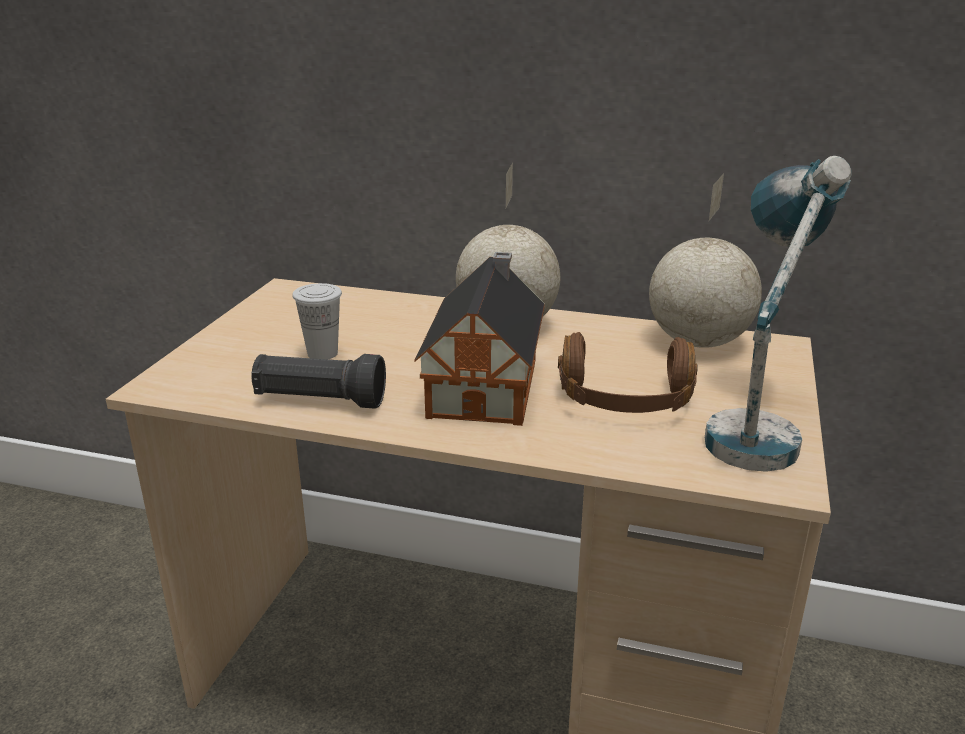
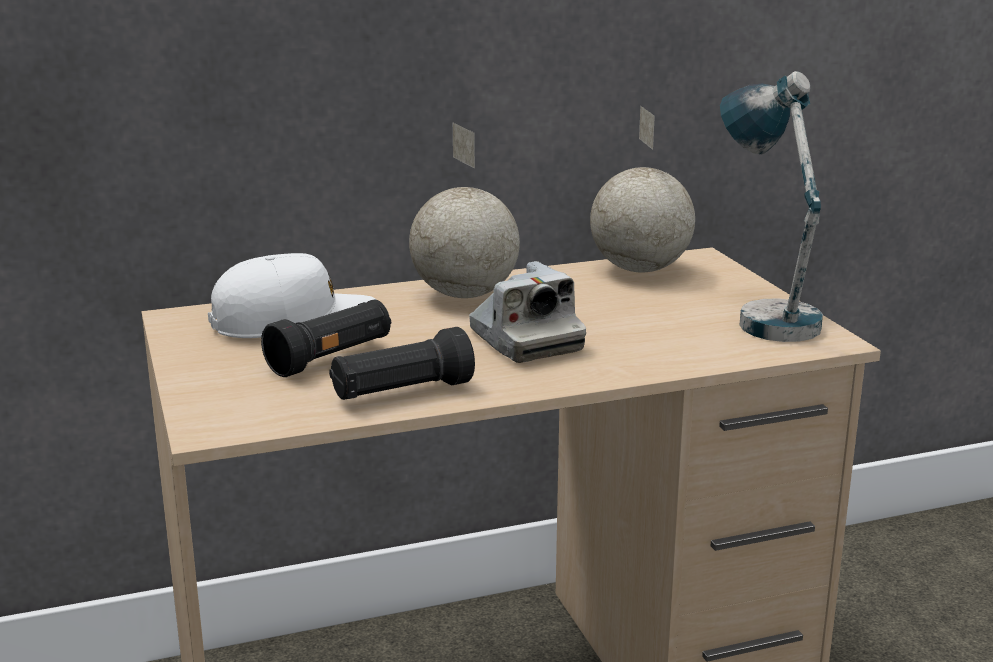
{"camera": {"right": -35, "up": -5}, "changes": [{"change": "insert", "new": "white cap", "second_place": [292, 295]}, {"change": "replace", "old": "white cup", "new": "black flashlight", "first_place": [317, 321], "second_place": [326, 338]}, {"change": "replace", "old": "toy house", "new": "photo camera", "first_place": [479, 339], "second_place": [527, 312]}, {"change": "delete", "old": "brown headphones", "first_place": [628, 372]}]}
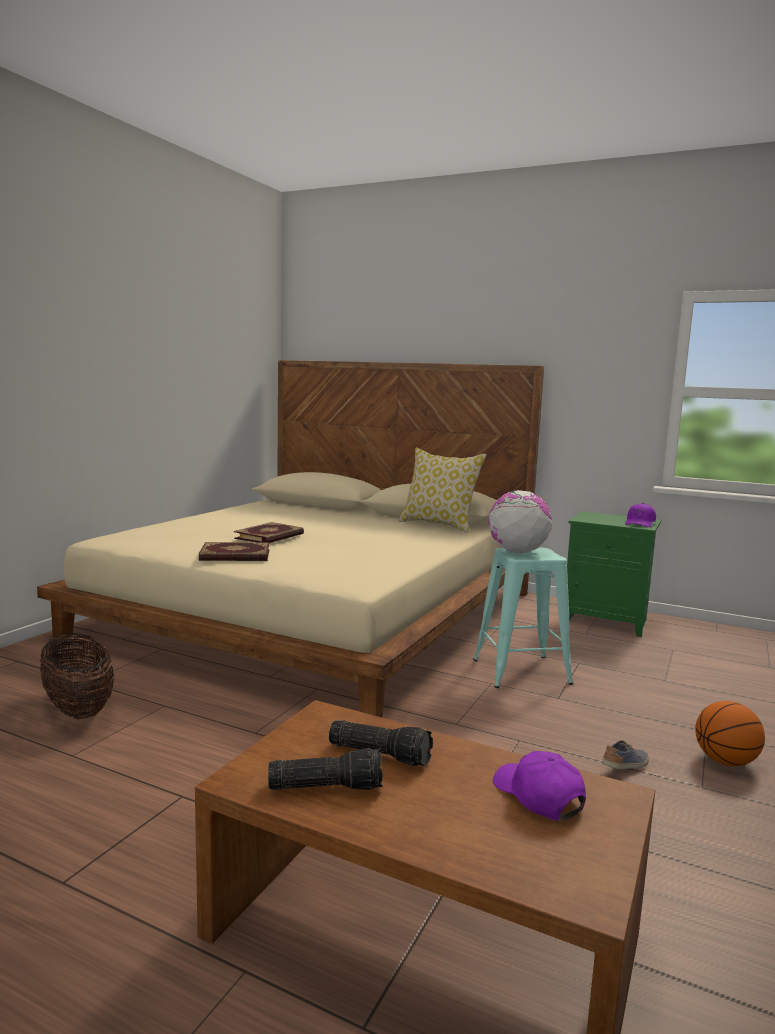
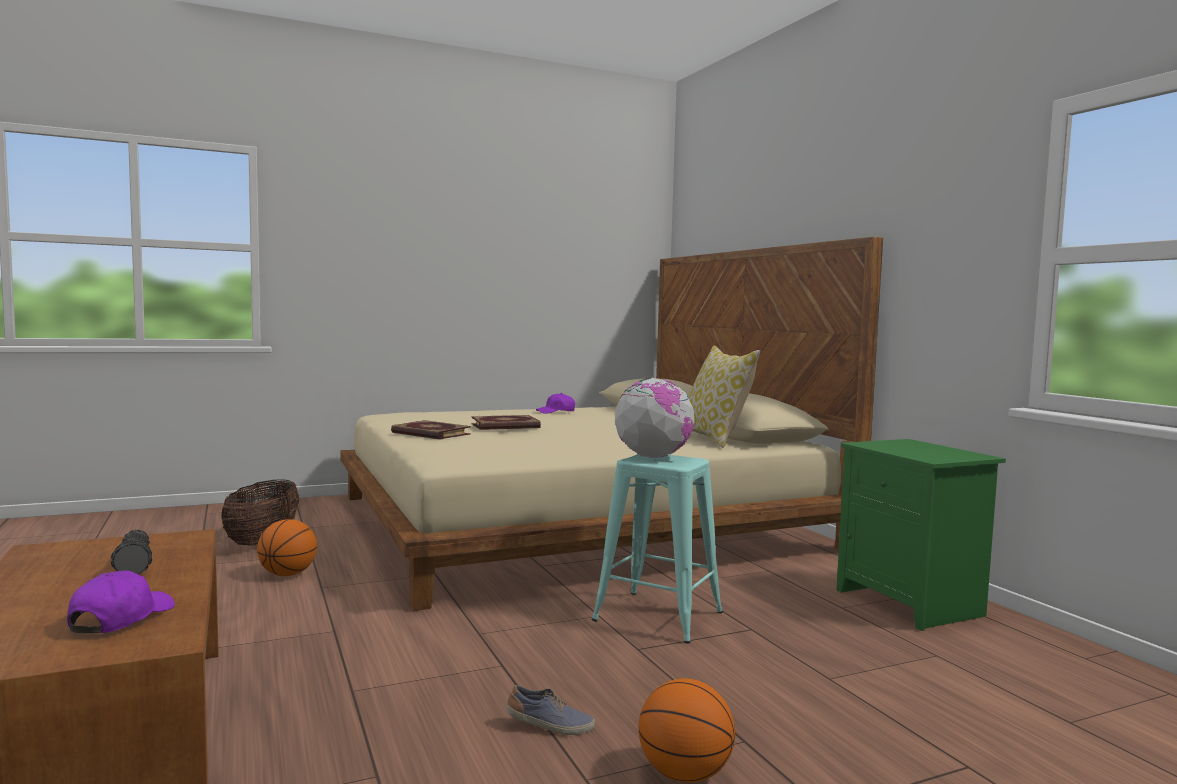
{"camera": {"right": 40, "up": -5}, "changes": [{"change": "insert", "new": "basketball", "second_place": [287, 547]}, {"change": "move", "old": "purple cap", "first_place": [640, 515], "second_place": [555, 403]}, {"change": "delete", "old": "flashlight", "first_place": [325, 769]}]}
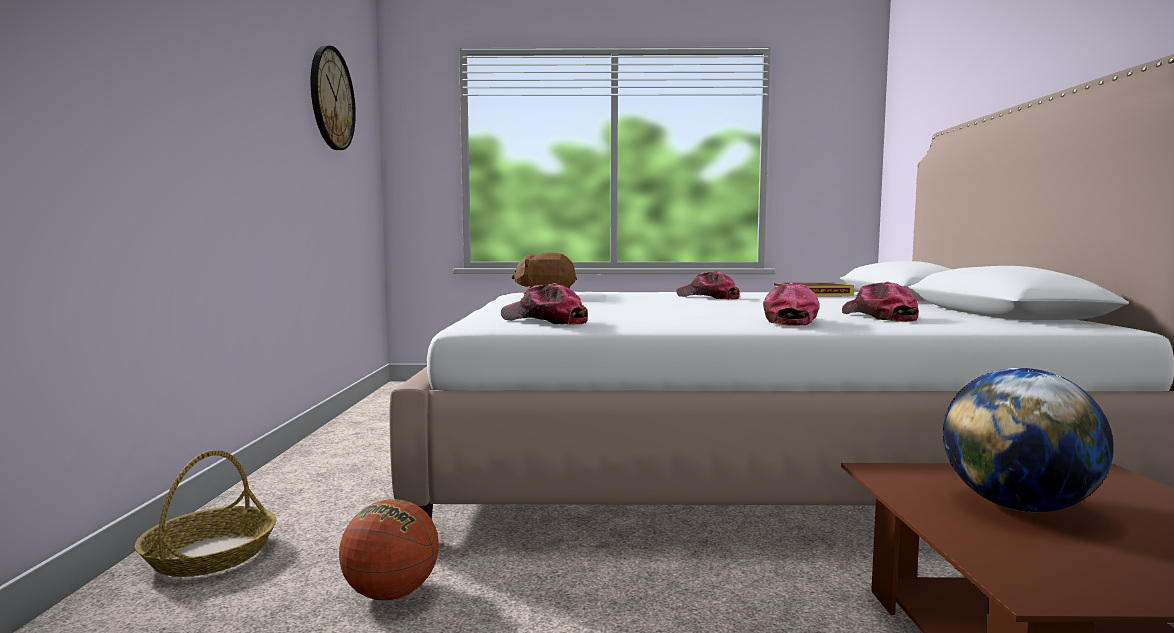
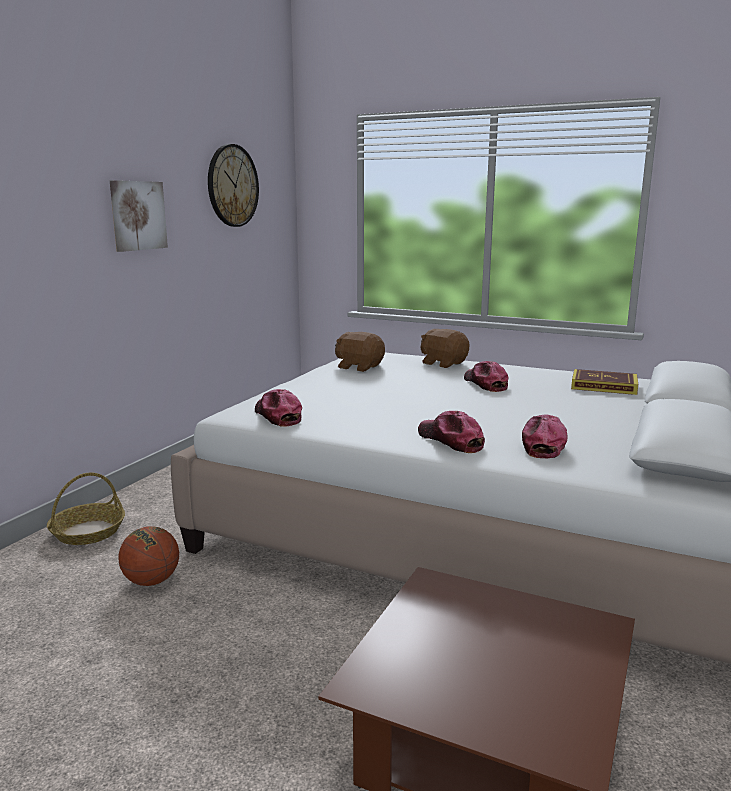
{"camera": {"right": 25, "up": 10}, "changes": [{"change": "insert", "new": "picture", "second_place": [139, 216]}, {"change": "rotate", "old": "cap", "first_place": [791, 304], "second_place": [451, 432], "degrees": -75}, {"change": "insert", "new": "brown plush toy", "second_place": [444, 348]}, {"change": "delete", "old": "globe", "first_place": [1028, 440]}]}
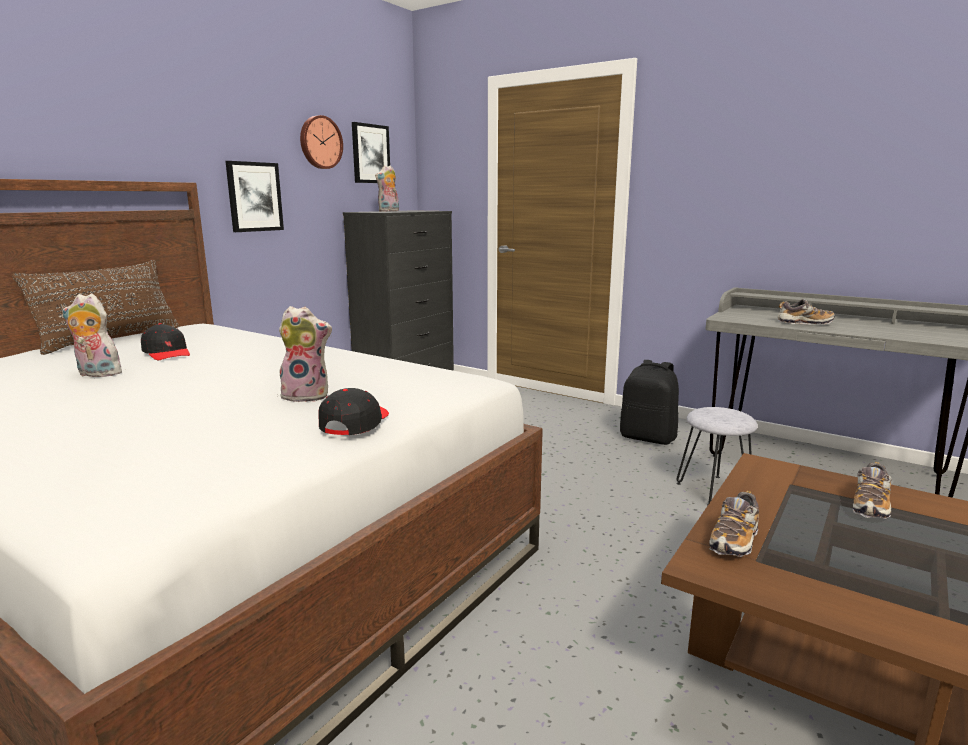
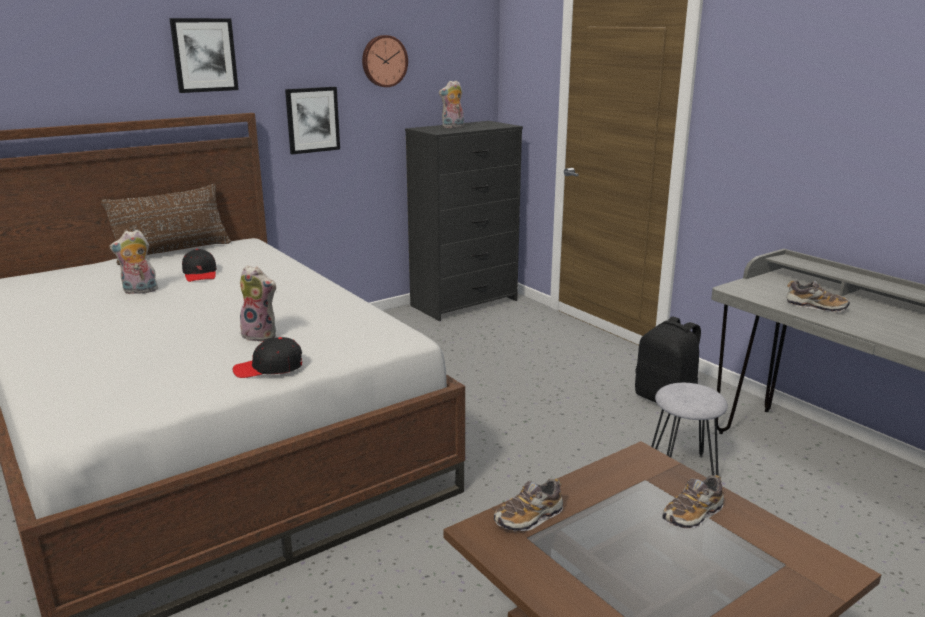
{"camera": {"right": 20, "up": 5}, "changes": [{"change": "rotate", "old": "plush toy", "first_place": [92, 335], "second_place": [134, 262], "degrees": -45}, {"change": "move", "old": "picture", "first_place": [371, 152], "second_place": [204, 55]}, {"change": "rotate", "old": "black cap", "first_place": [353, 411], "second_place": [267, 357], "degrees": -135}]}
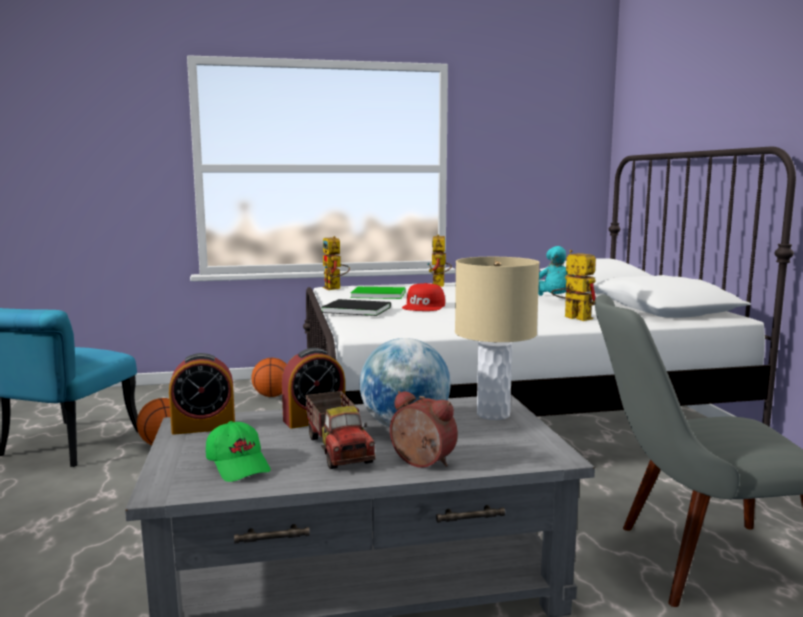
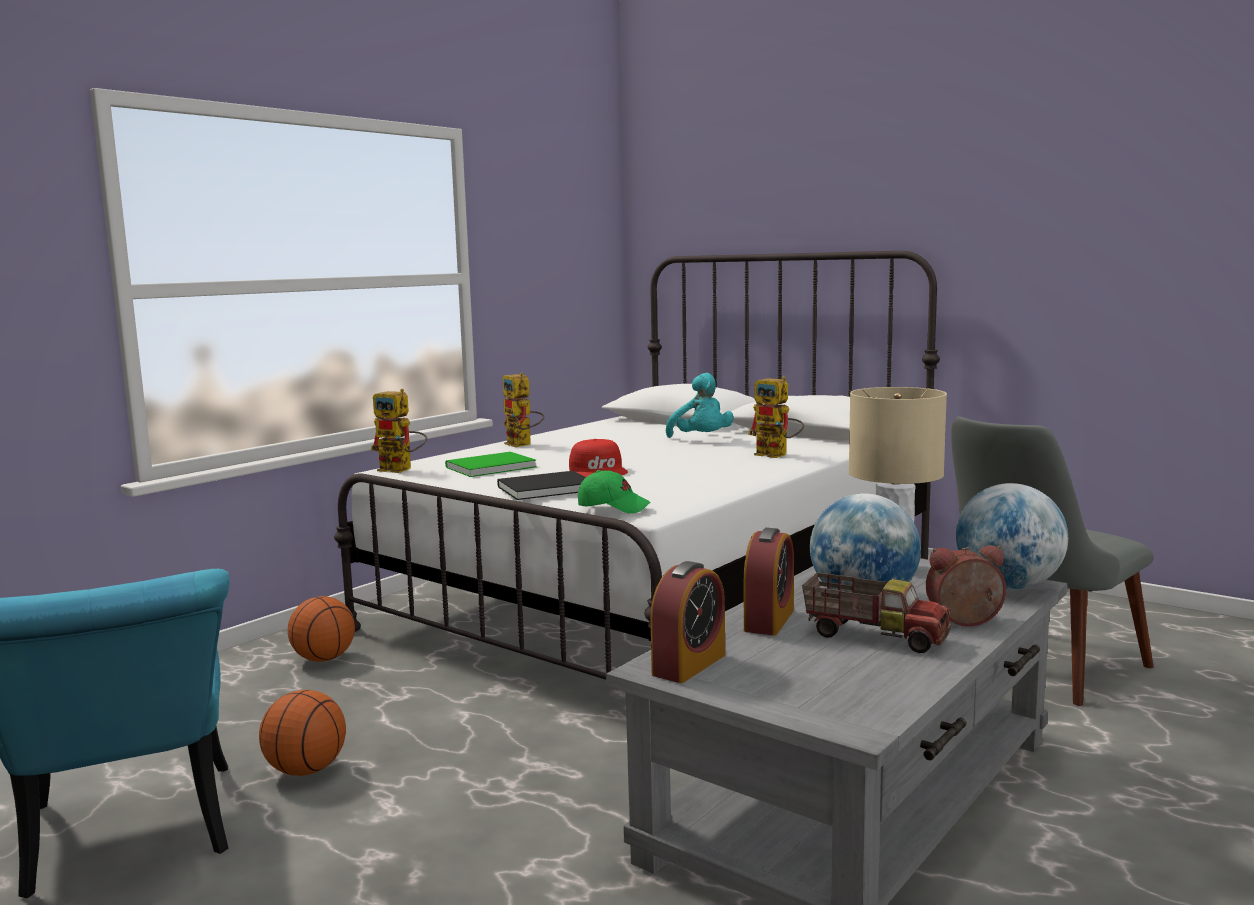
{"camera": {"right": -40, "up": 0}, "changes": [{"change": "move", "old": "green cap", "first_place": [238, 451], "second_place": [614, 492]}, {"change": "rotate", "old": "toy robot", "first_place": [573, 285], "second_place": [776, 417], "degrees": -150}, {"change": "insert", "new": "globe", "second_place": [1012, 536]}]}
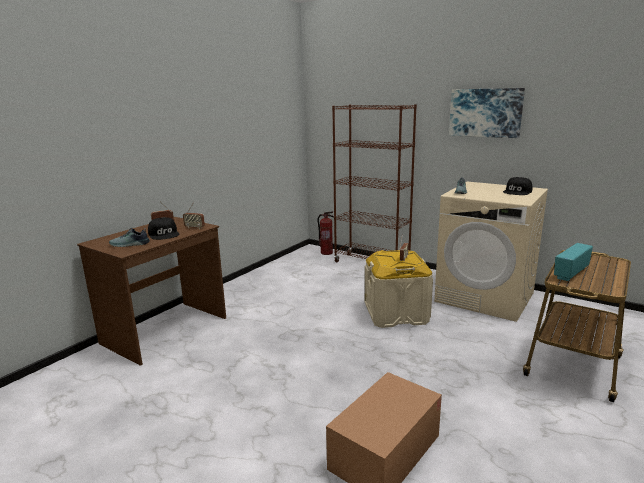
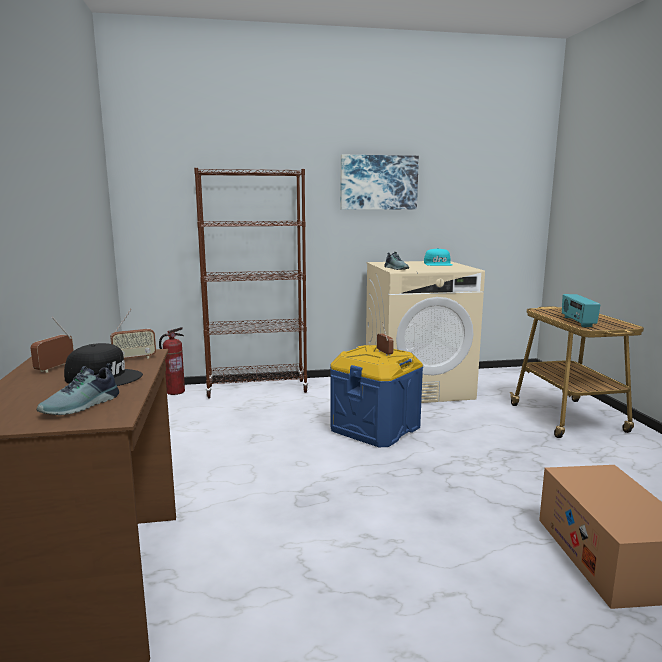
{"camera": {"right": -45, "up": -5}, "changes": [{"change": "recolor", "old": "beige storage box", "new": "blue storage box", "first_place": [399, 289], "second_place": [376, 396]}, {"change": "recolor", "old": "black cap", "new": "turquoise cap", "first_place": [518, 186], "second_place": [438, 257]}]}
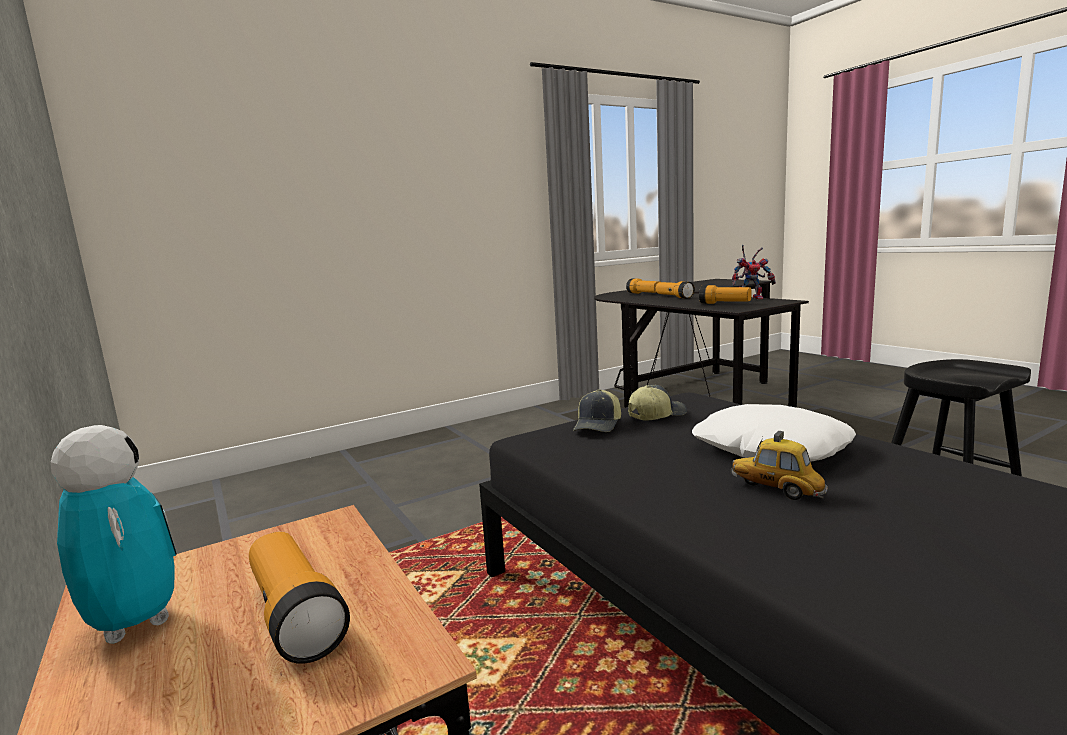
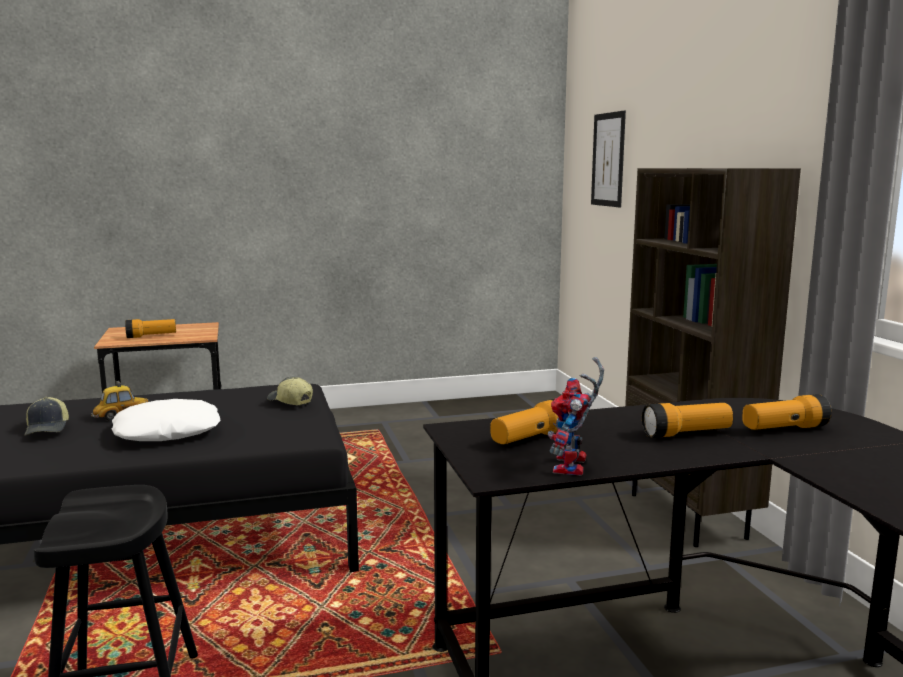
{"camera": {"right": 105, "up": 0}, "changes": [{"change": "move", "old": "cap", "first_place": [657, 403], "second_place": [47, 416]}, {"change": "insert", "new": "picture", "second_place": [608, 159]}, {"change": "insert", "new": "brown bookcase", "second_place": [713, 357]}, {"change": "delete", "old": "toy robot", "first_place": [113, 534]}]}
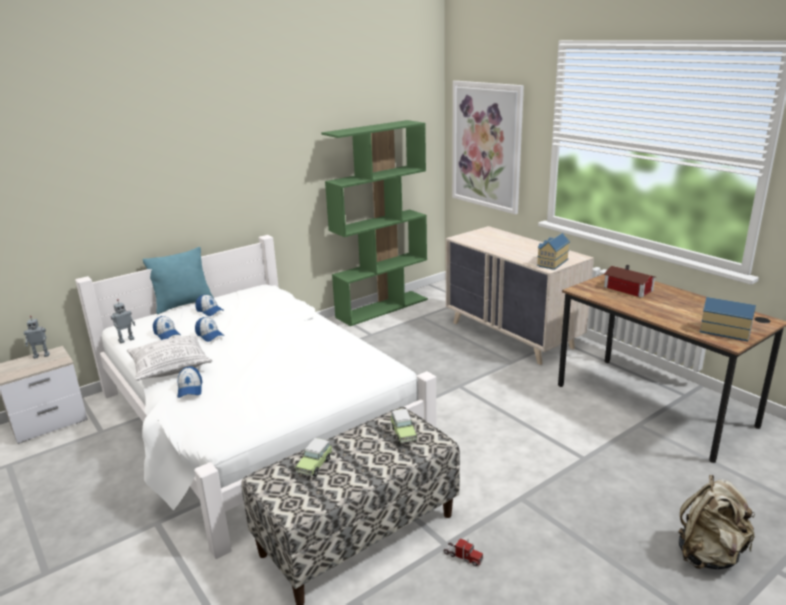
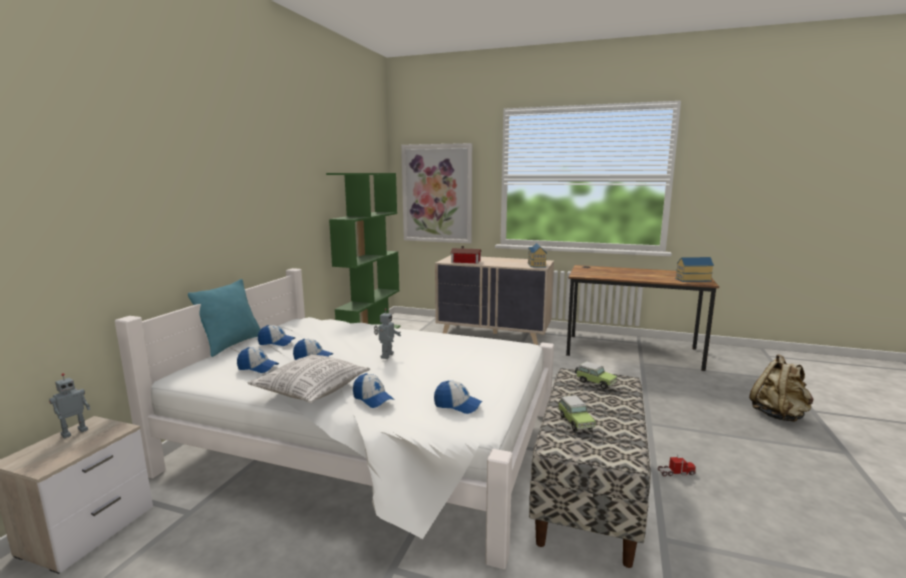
{"camera": {"right": -35, "up": -10}, "changes": [{"change": "move", "old": "toy robot", "first_place": [123, 321], "second_place": [387, 333]}, {"change": "insert", "new": "cap", "second_place": [458, 397]}, {"change": "move", "old": "toy house", "first_place": [629, 281], "second_place": [465, 255]}]}
